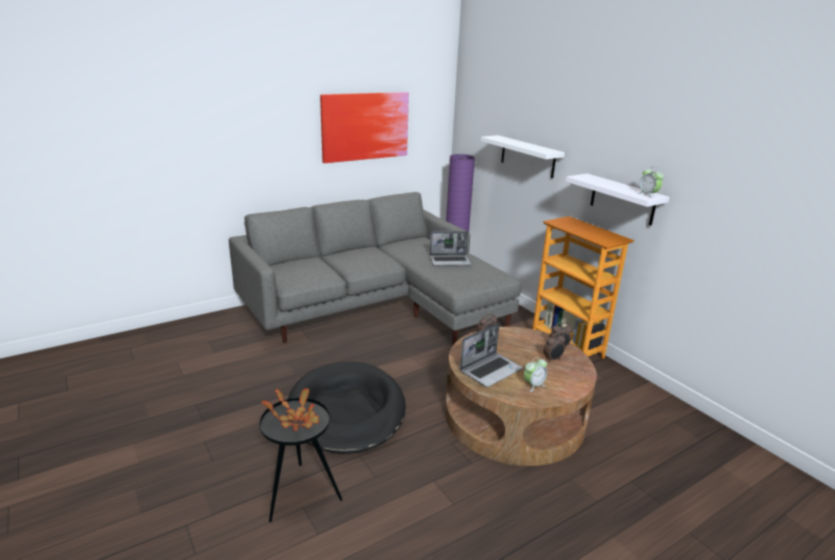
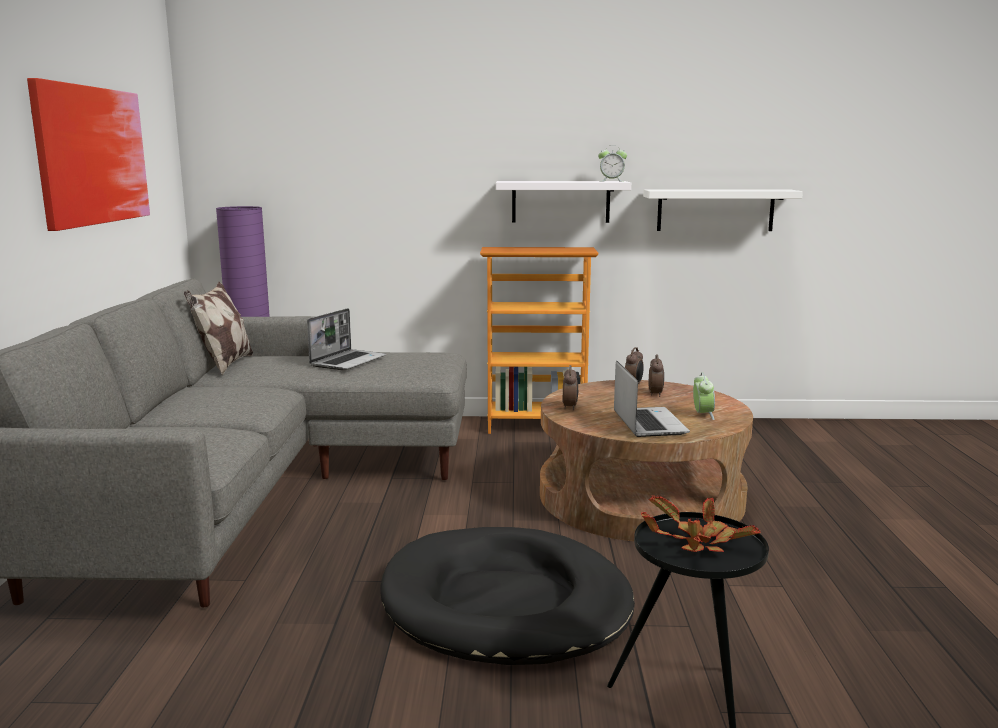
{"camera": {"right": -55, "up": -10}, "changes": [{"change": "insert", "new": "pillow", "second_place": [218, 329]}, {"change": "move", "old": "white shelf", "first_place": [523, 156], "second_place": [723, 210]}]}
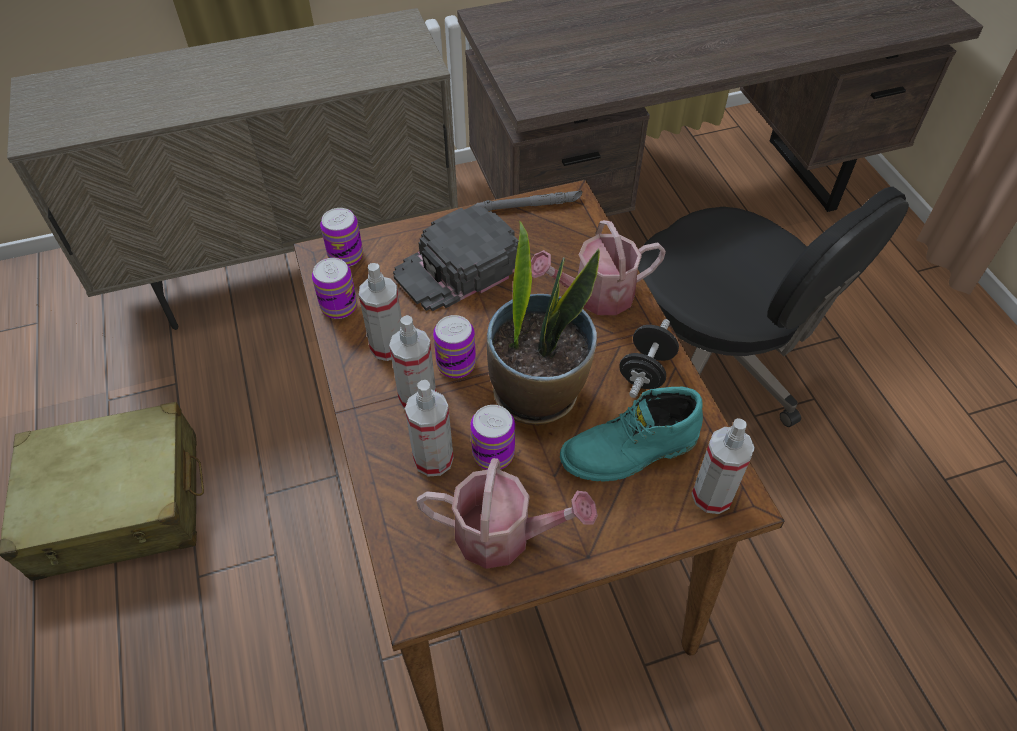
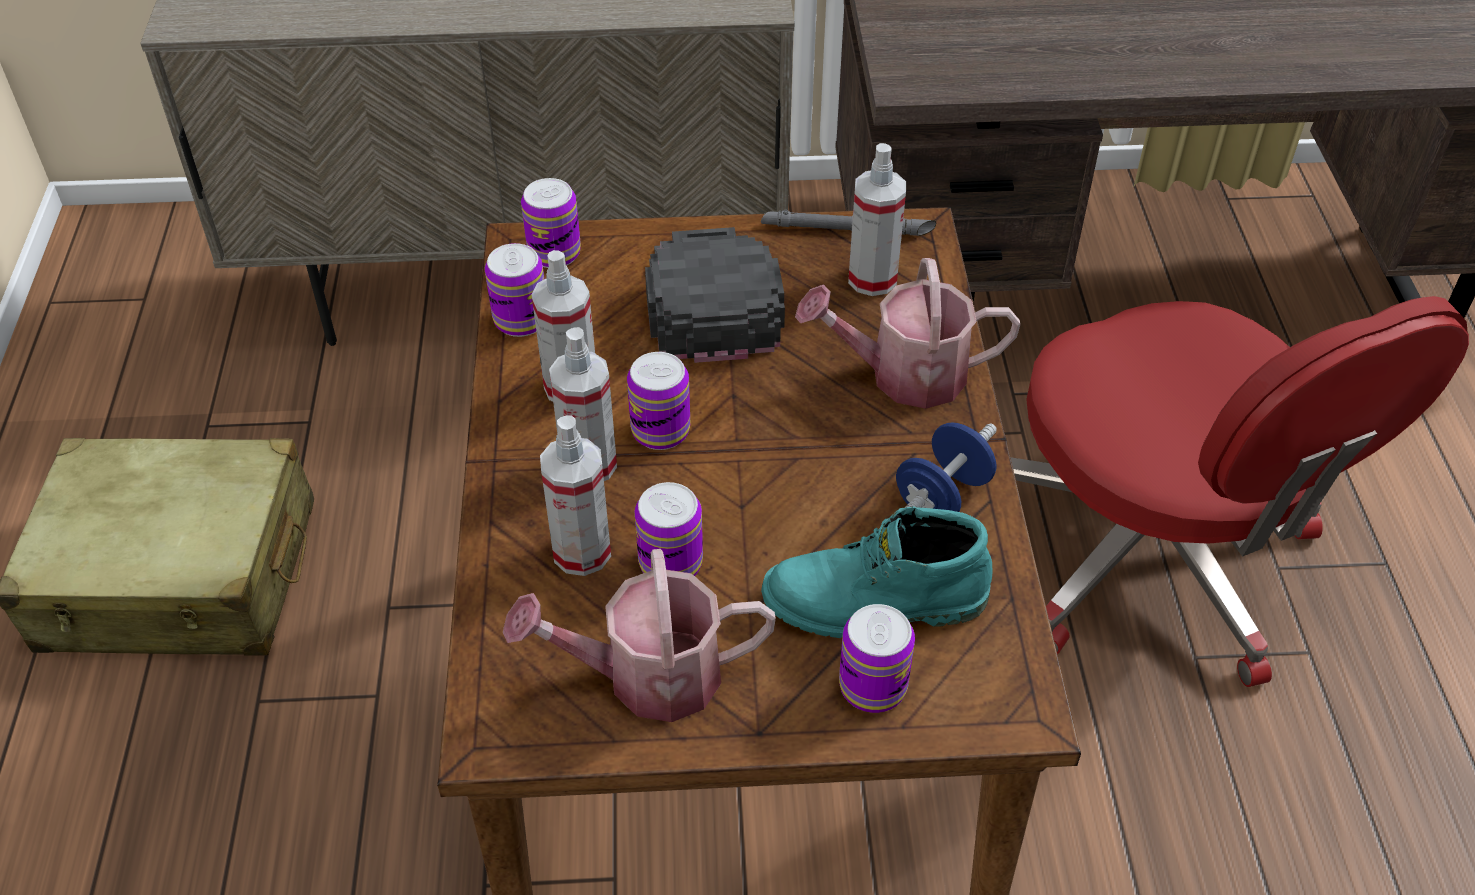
{"camera": {"right": 15, "up": -5}, "changes": [{"change": "rotate", "old": "watering can", "first_place": [507, 513], "second_place": [639, 635], "degrees": 150}, {"change": "rotate", "old": "black cap", "first_place": [456, 258], "second_place": [715, 295], "degrees": 105}, {"change": "insert", "new": "can", "second_place": [877, 658]}, {"change": "move", "old": "spray bottle", "first_place": [723, 466], "second_place": [877, 219]}, {"change": "recolor", "old": "black dumbbell", "new": "blue dumbbell", "first_place": [649, 358], "second_place": [946, 467]}, {"change": "recolor", "old": "black office chair", "new": "red office chair", "first_place": [773, 307], "second_place": [1239, 491]}, {"change": "delete", "old": "potted plant", "first_place": [543, 323]}]}
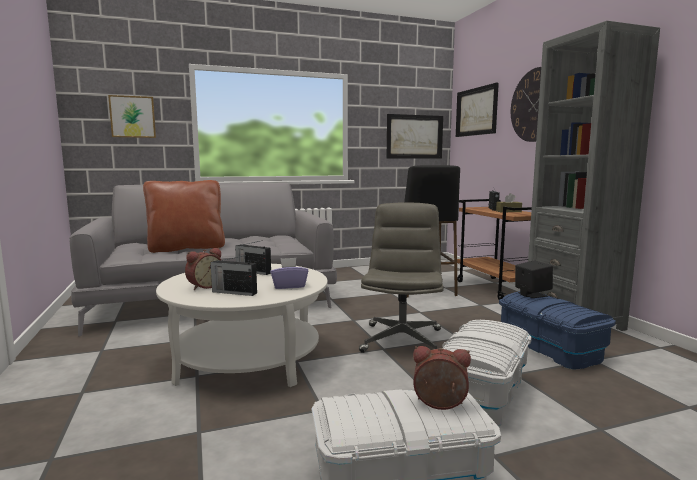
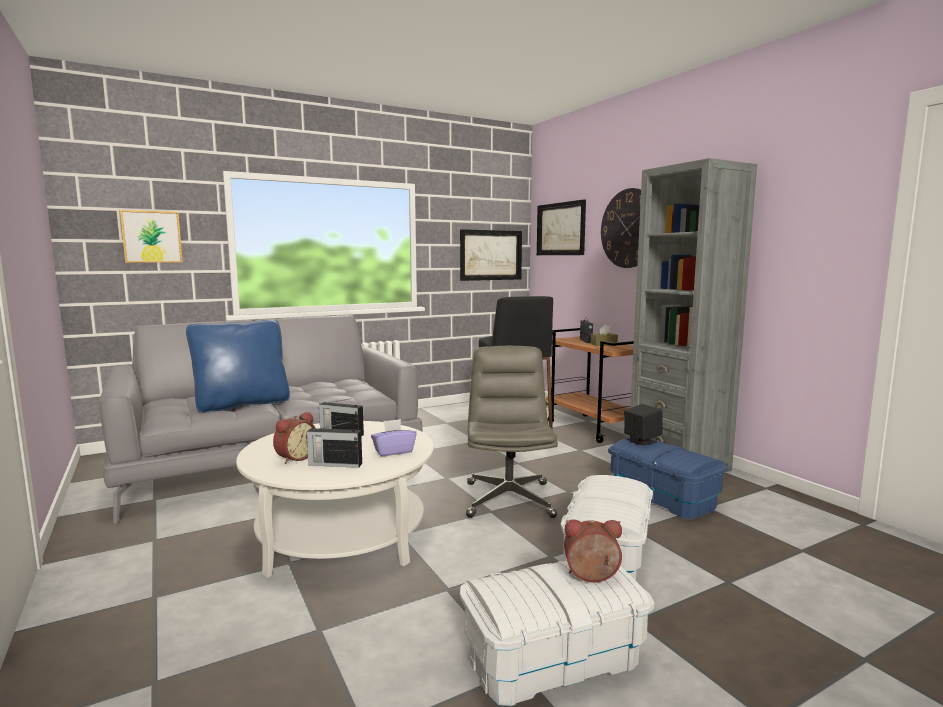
{"camera": {"right": -10, "up": 0}, "changes": [{"change": "recolor", "old": "brown pillow", "new": "blue pillow", "first_place": [184, 216], "second_place": [238, 366]}]}
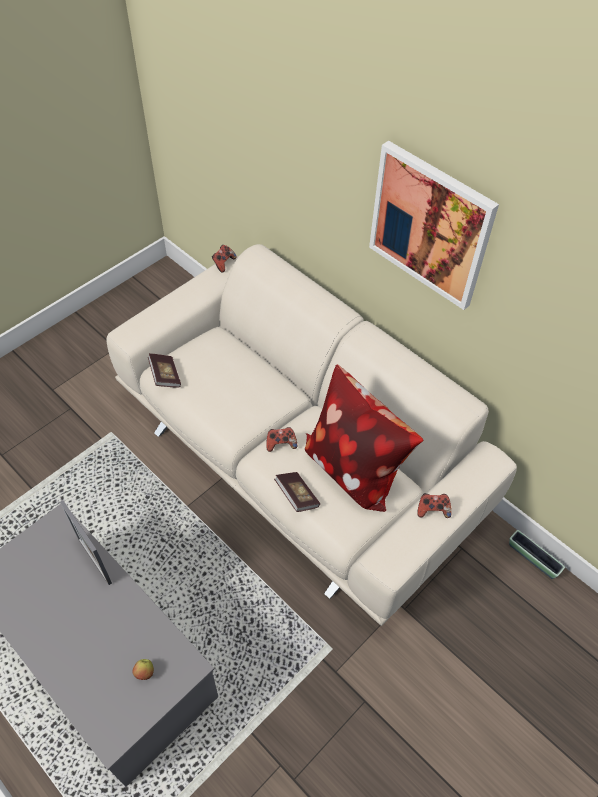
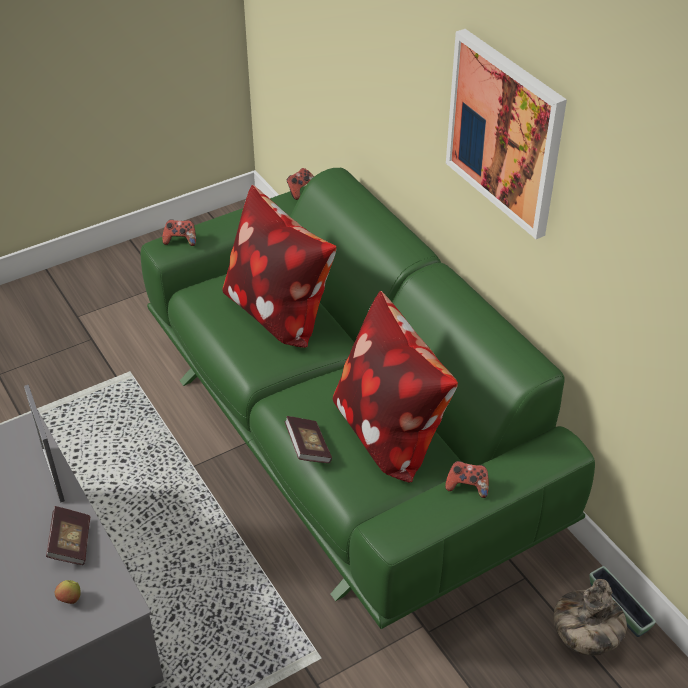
{"camera": {"right": 15, "up": -10}, "changes": [{"change": "move", "old": "book", "first_place": [164, 370], "second_place": [68, 535]}, {"change": "recolor", "old": "beige sofa", "new": "green sofa", "first_place": [311, 435], "second_place": [368, 398]}, {"change": "move", "old": "game controller", "first_place": [281, 439], "second_place": [179, 233]}, {"change": "insert", "new": "pillow", "second_place": [279, 266]}, {"change": "insert", "new": "vase", "second_place": [590, 617]}]}
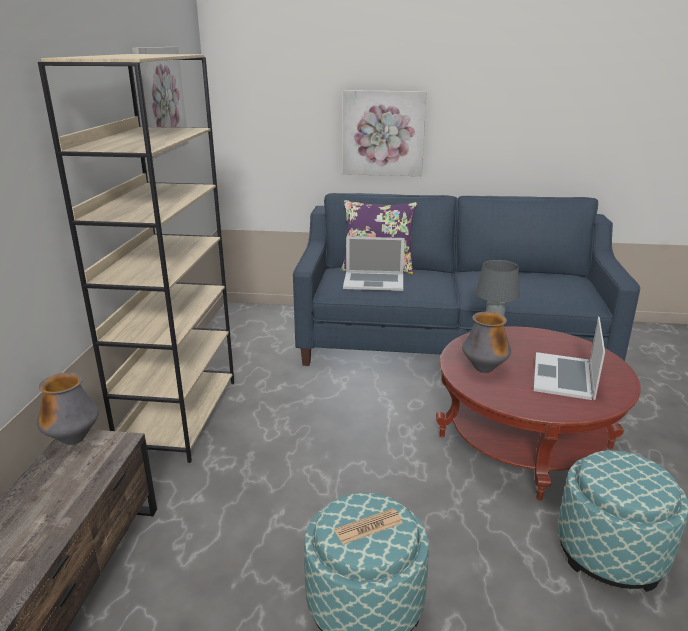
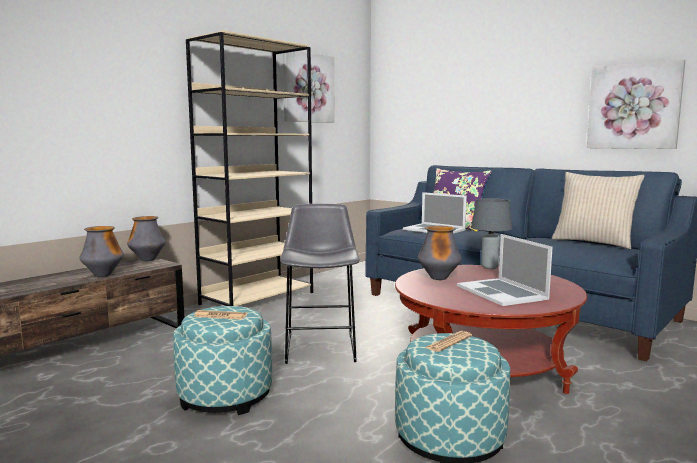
{"camera": {"right": 35, "up": -15}, "changes": [{"change": "insert", "new": "vase", "second_place": [101, 251]}, {"change": "insert", "new": "grey stool", "second_place": [320, 284]}, {"change": "insert", "new": "newspaper", "second_place": [448, 341]}, {"change": "rotate", "old": "laptop", "first_place": [569, 358], "second_place": [505, 270], "degrees": -75}, {"change": "insert", "new": "beige pillow", "second_place": [598, 210]}, {"change": "move", "old": "picture", "first_place": [384, 133], "second_place": [636, 104]}]}
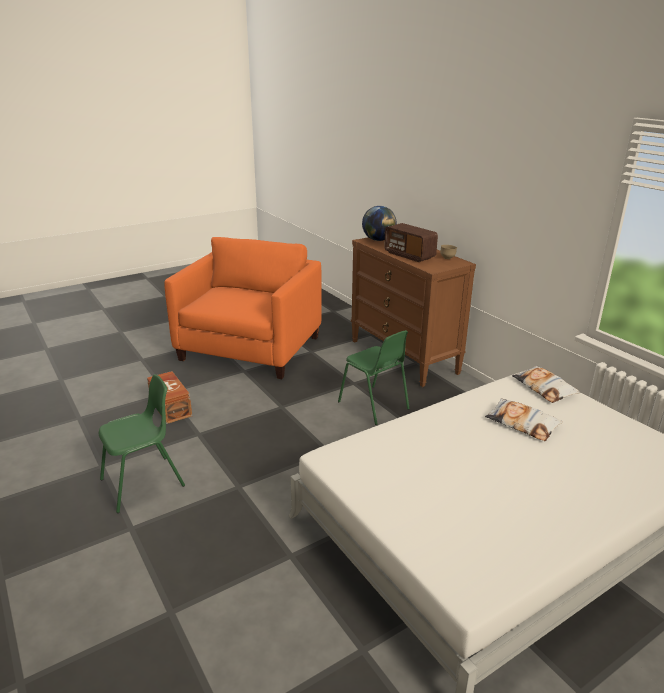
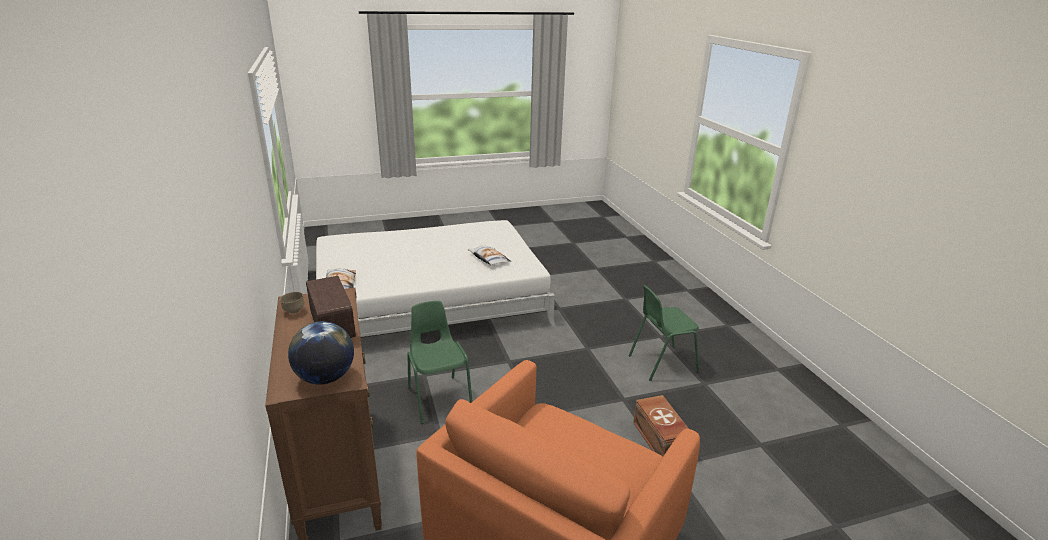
{"camera": {"right": -165, "up": 0}, "changes": [{"change": "move", "old": "pillow", "first_place": [524, 419], "second_place": [489, 255]}]}
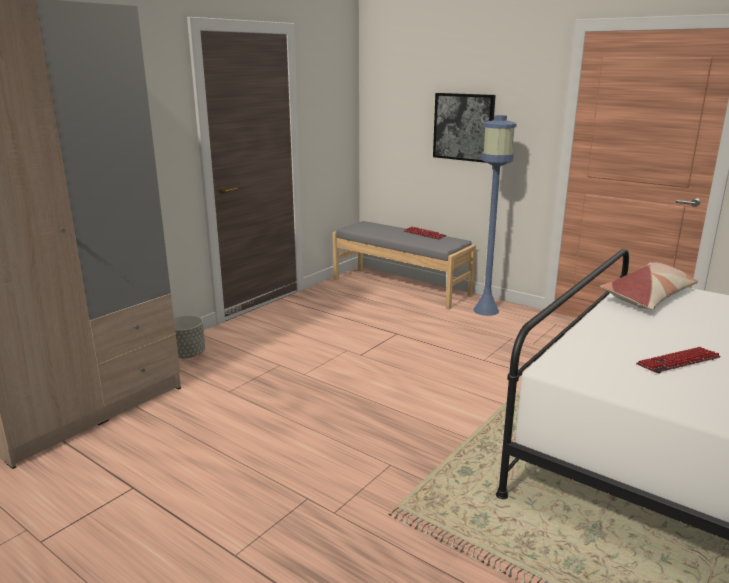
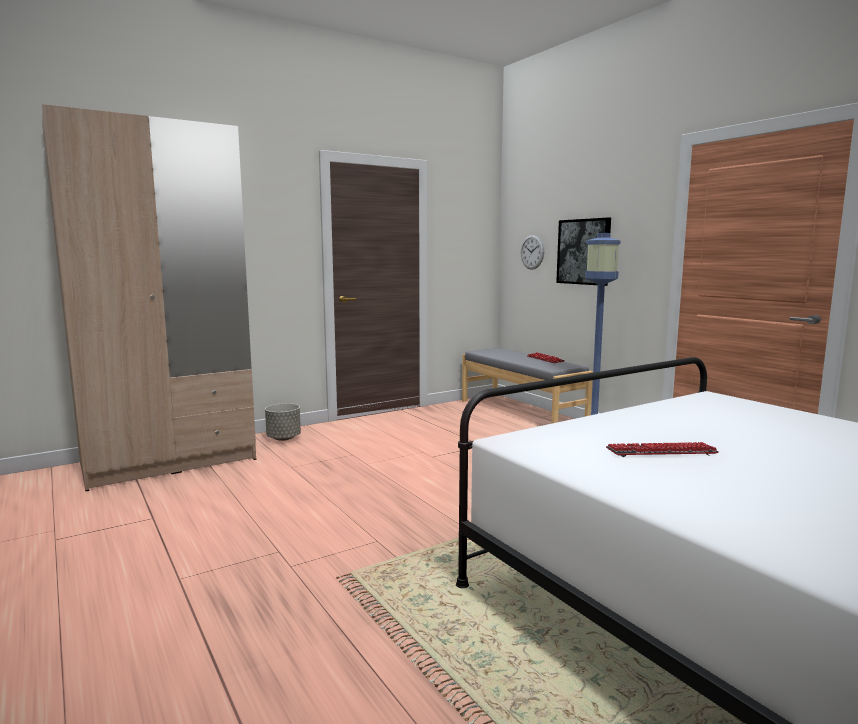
{"camera": {"right": 20, "up": -10}, "changes": [{"change": "insert", "new": "wall clock", "second_place": [532, 252]}, {"change": "delete", "old": "pillow", "first_place": [649, 286]}]}
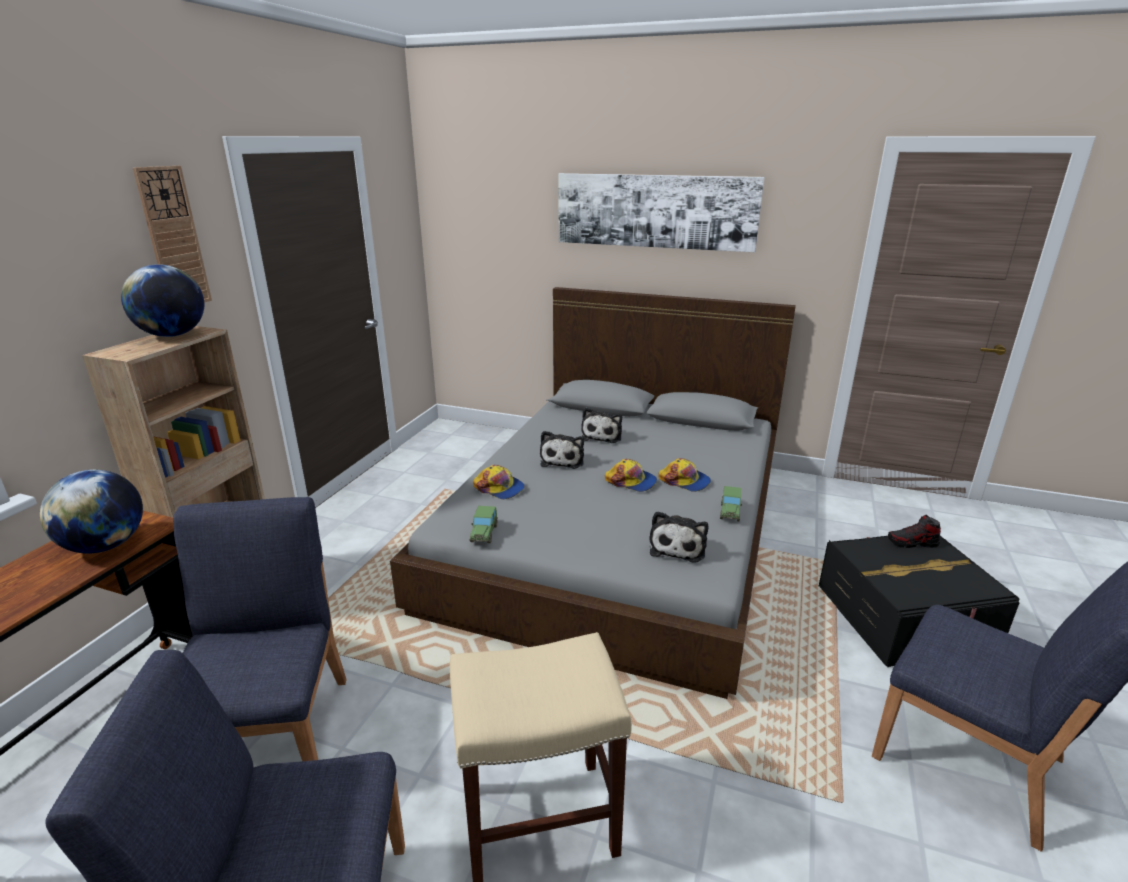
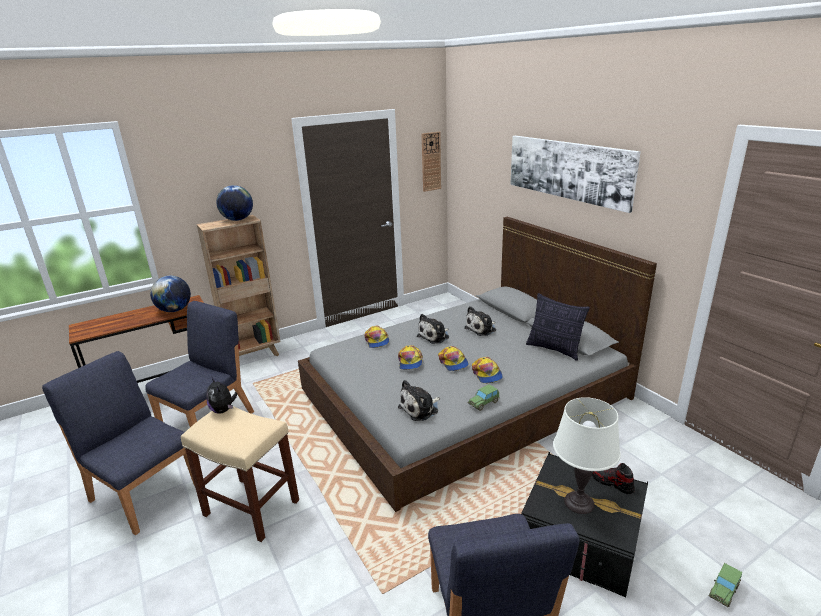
{"camera": {"right": 40, "up": 0}, "changes": [{"change": "insert", "new": "plush toy", "second_place": [221, 396]}, {"change": "insert", "new": "cap", "second_place": [410, 357]}, {"change": "move", "old": "wall clock", "first_place": [172, 234], "second_place": [431, 161]}, {"change": "insert", "new": "pillow", "second_place": [558, 327]}, {"change": "insert", "new": "white table lamp", "second_place": [587, 455]}, {"change": "move", "old": "toy car", "first_place": [483, 524], "second_place": [725, 585]}]}
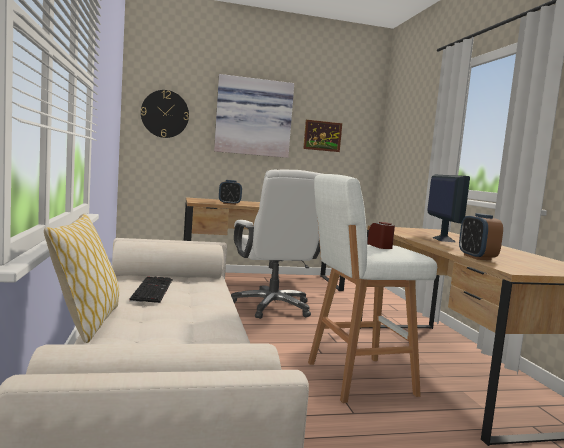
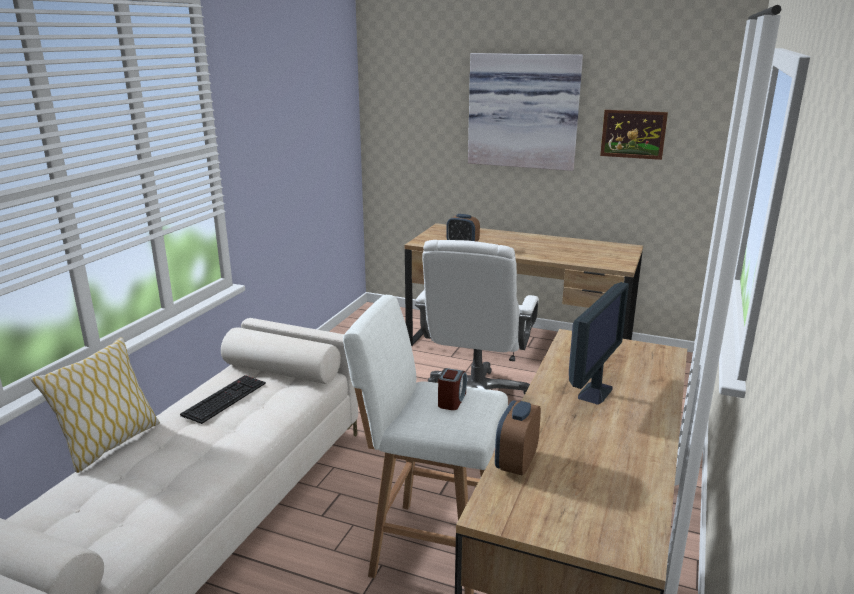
{"camera": {"right": 35, "up": 15}, "changes": [{"change": "delete", "old": "wall clock", "first_place": [165, 114]}]}
